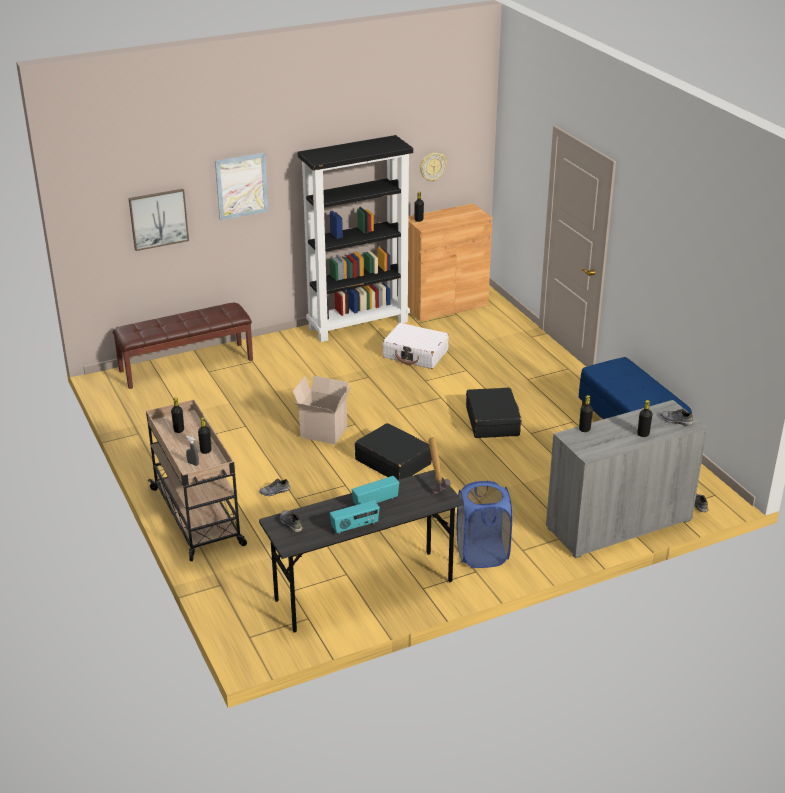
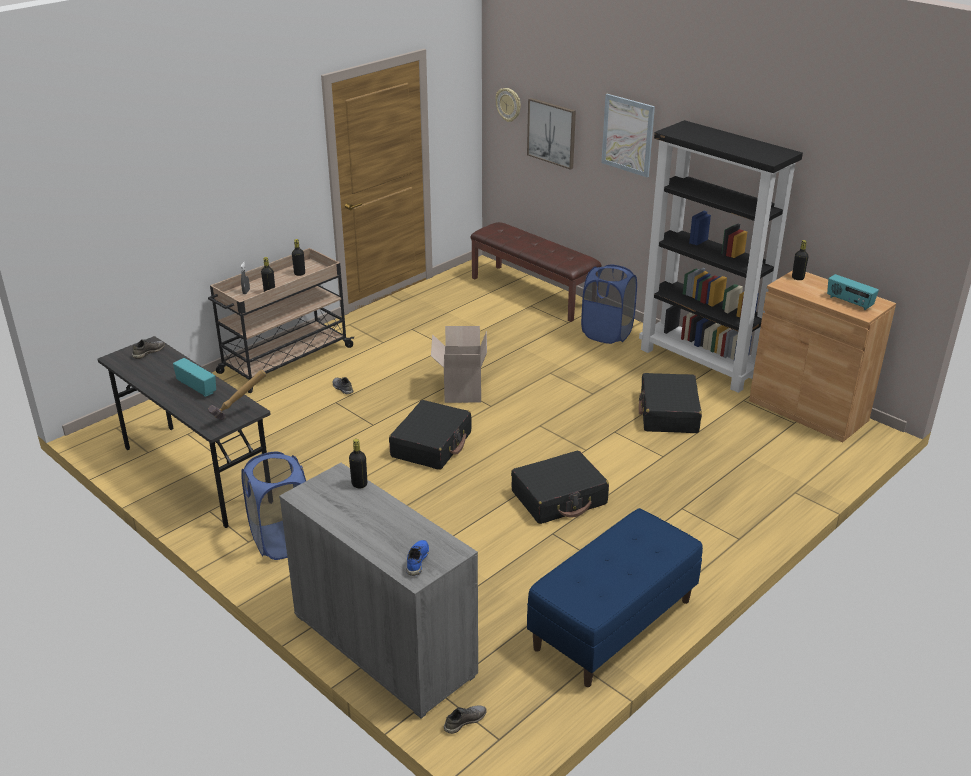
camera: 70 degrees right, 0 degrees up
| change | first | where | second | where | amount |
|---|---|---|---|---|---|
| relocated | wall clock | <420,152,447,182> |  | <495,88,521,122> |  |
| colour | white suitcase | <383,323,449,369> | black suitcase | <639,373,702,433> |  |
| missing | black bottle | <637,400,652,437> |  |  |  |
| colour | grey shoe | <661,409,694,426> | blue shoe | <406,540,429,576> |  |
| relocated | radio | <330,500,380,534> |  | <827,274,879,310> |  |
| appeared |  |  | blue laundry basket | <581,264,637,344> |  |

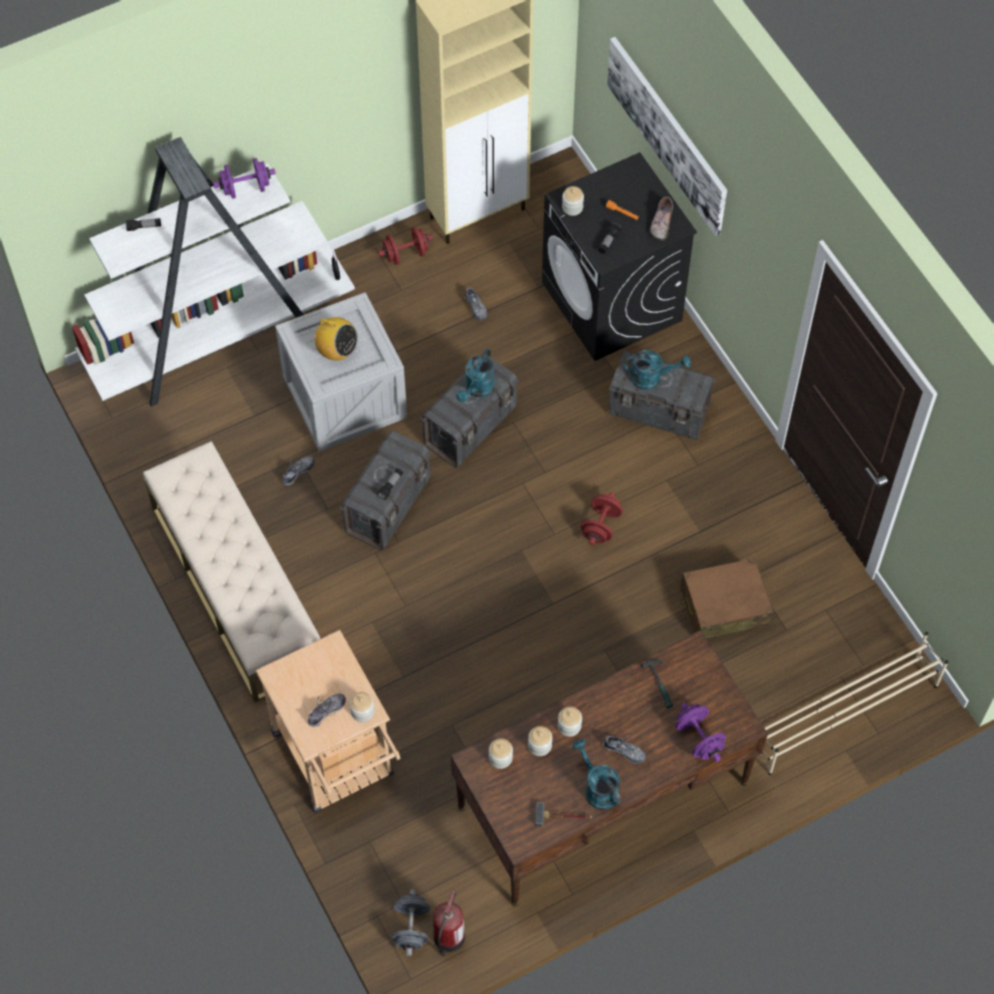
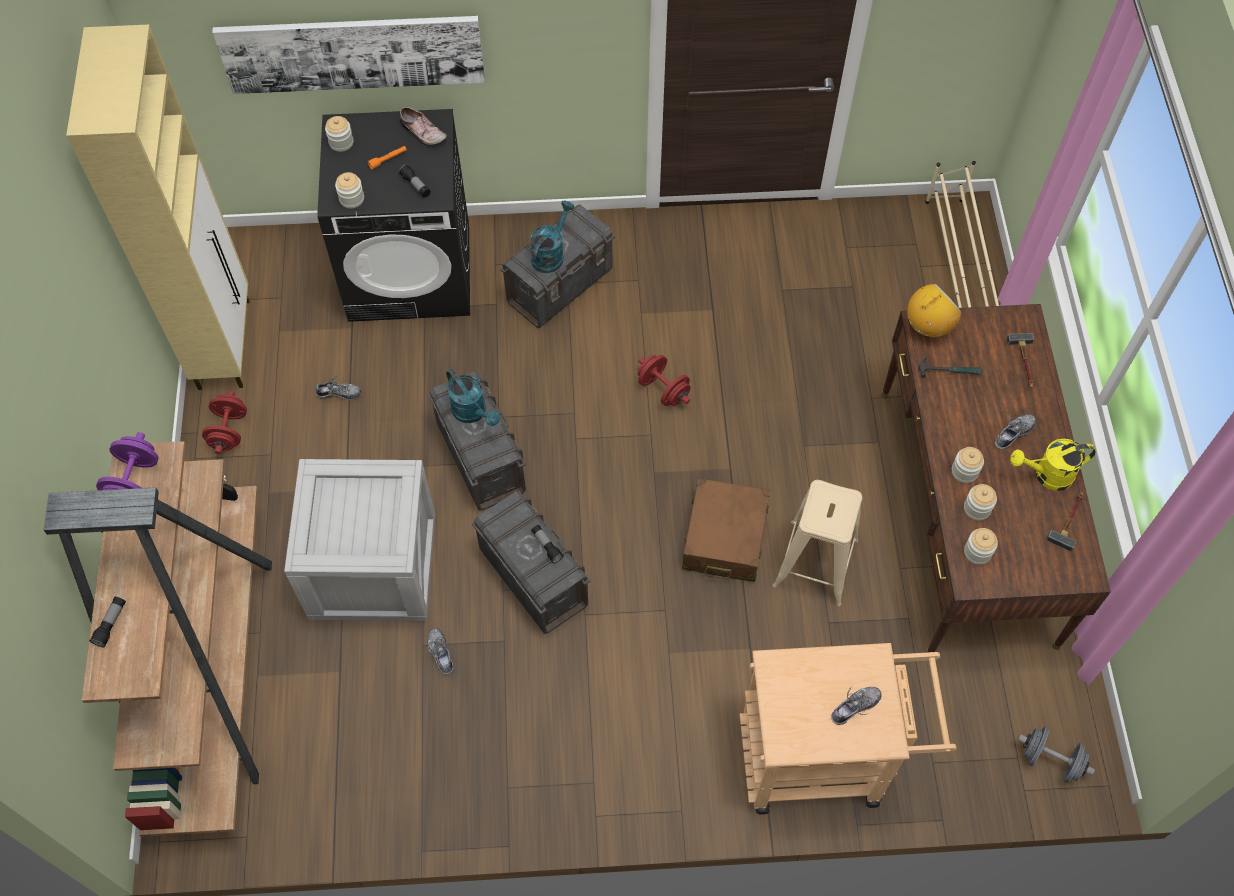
camera: 65 degrees left, 0 degrees up
| change | first | where | second | where | amount |
|---|---|---|---|---|---|
| colour | white bookcase | <72,137,355,407> | brown bookcase | <44,442,272,837> |  |
| relocated | radio | <309,317,358,361> |  | <907,284,962,337> |  |
| missing | beige bench | <143,441,320,703> |  |  |  |
| relocated | brown suitcase | <680,558,773,638> |  | <682,478,770,582> |  |
| relocated | jar | <350,692,374,722> |  | <325,116,354,152> |  |
| spun | shoe | <308,693,346,727> |  | <831,687,882,725> | 75 degrees clockwise |
| exchanged | purple dumbbell | <676,702,726,762> | hammer | <1007,333,1034,387> |  |
| colour | turquoise watering can | <573,739,621,810> | yellow watering can | <1010,439,1096,491> |  |
| missing | fire extinguisher | <433,890,465,956> |  |  |  |
| appeared |  |  | beige stool | <773,480,862,606> |  |

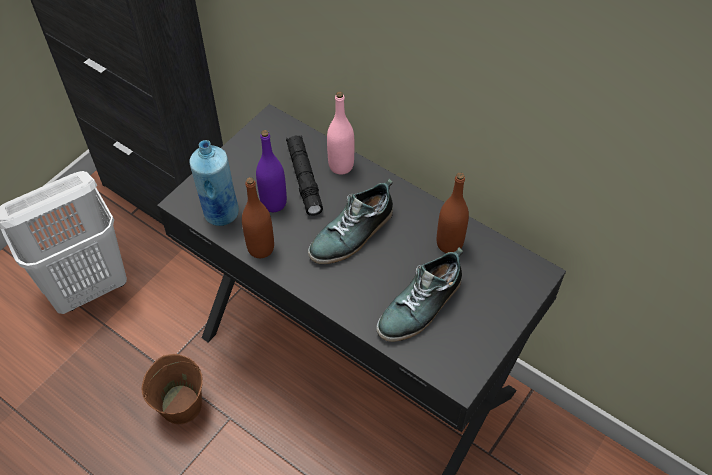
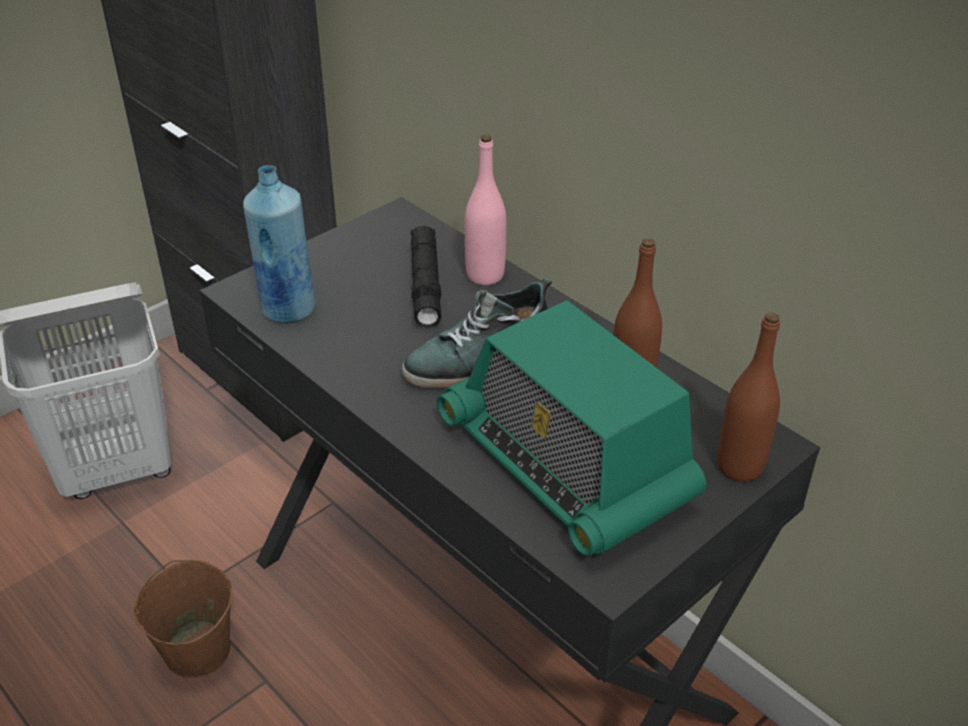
camera: 10 degrees right, 15 degrees down
| change | first | where | second | where | amount |
|---|---|---|---|---|---|
| missing | purple bottle | <256,130,287,212> |  |  |  |
| relocated | brown bottle | <242,177,274,258> |  | <717,312,780,482> |  |
| exchanged | shoe | <376,247,463,342> | radio | <437,300,706,557> |  |

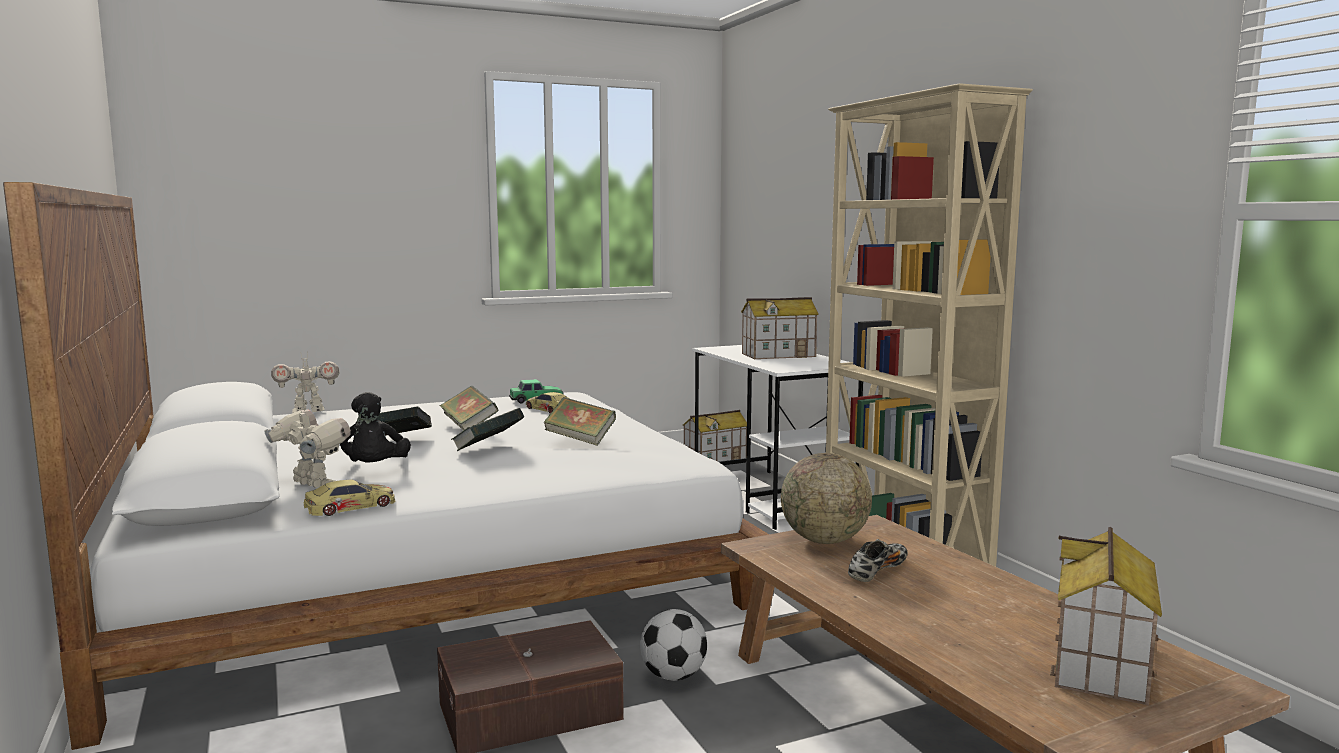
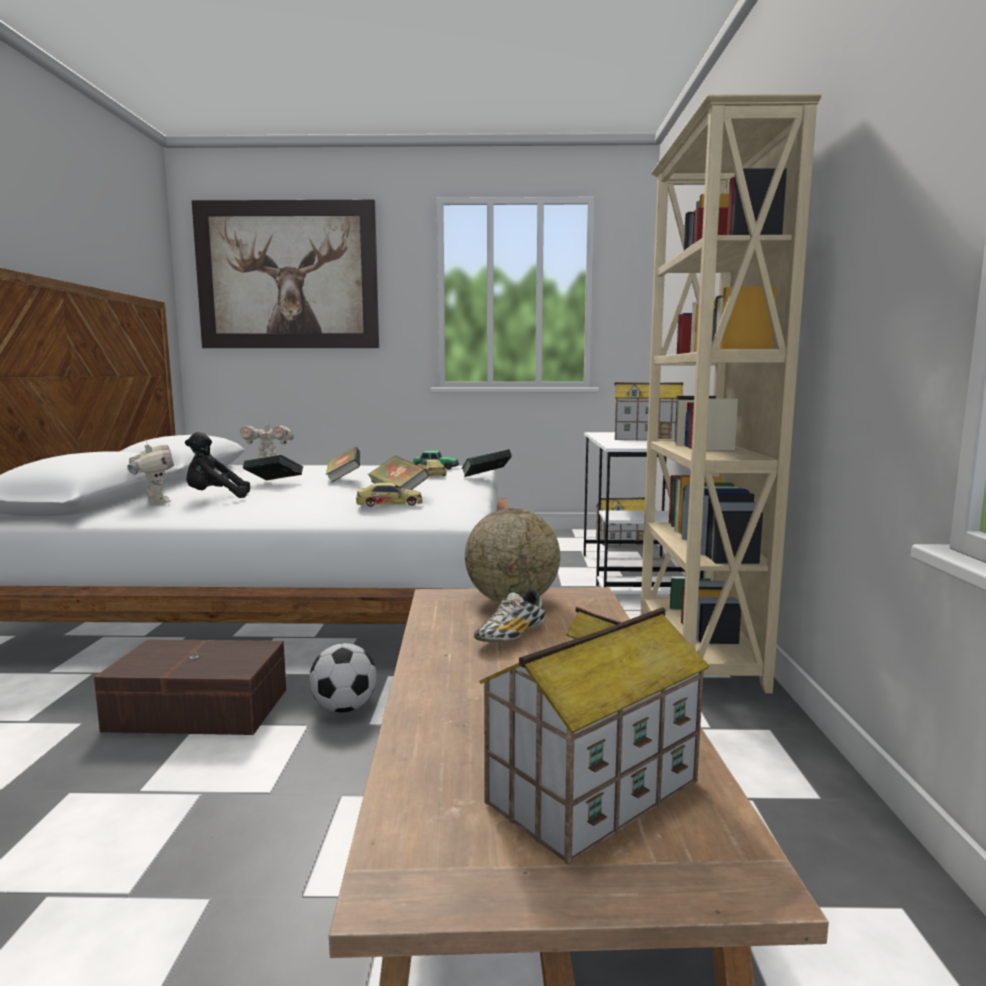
camera: 25 degrees right, 0 degrees up
| change | first | where | second | where | amount |
|---|---|---|---|---|---|
| spun | black plush toy | <340,392,411,463> |  | <185,432,250,498> | 60 degrees clockwise |
| relocated | book | <451,408,524,451> |  | <461,449,512,477> |  |
| relocated | toy car | <304,480,396,516> |  | <356,483,423,507> |  |
| spun | shoe | <848,539,908,582> |  | <474,590,546,642> | 150 degrees clockwise |
| appeared |  |  | picture | <192,200,379,348> |  |

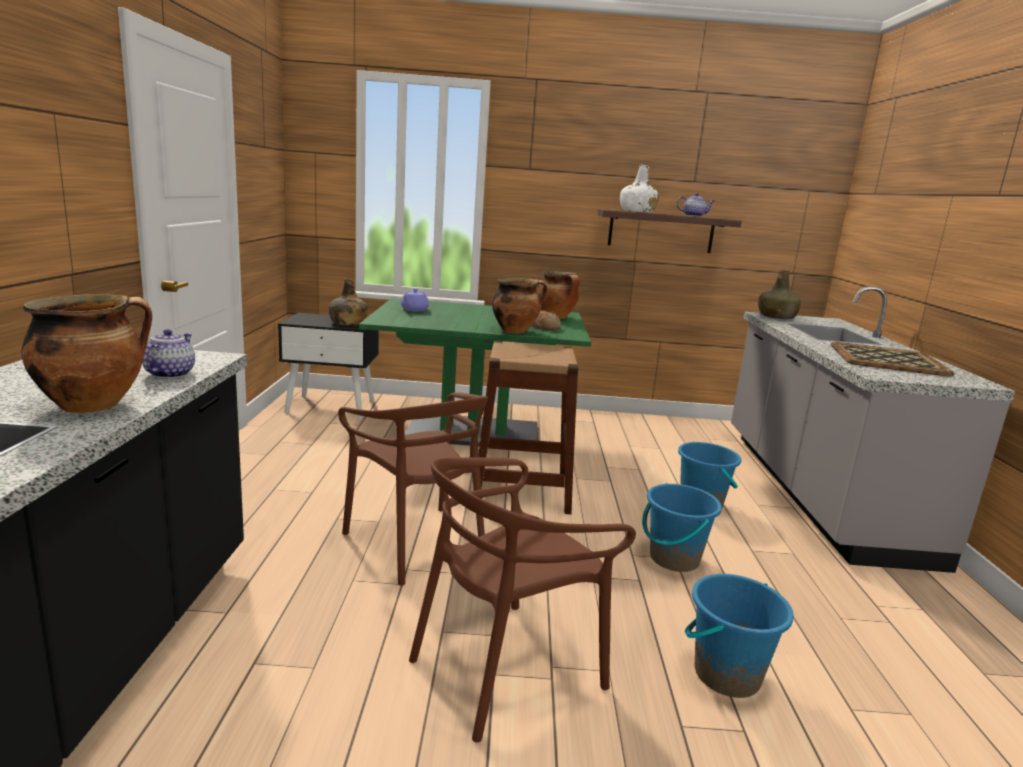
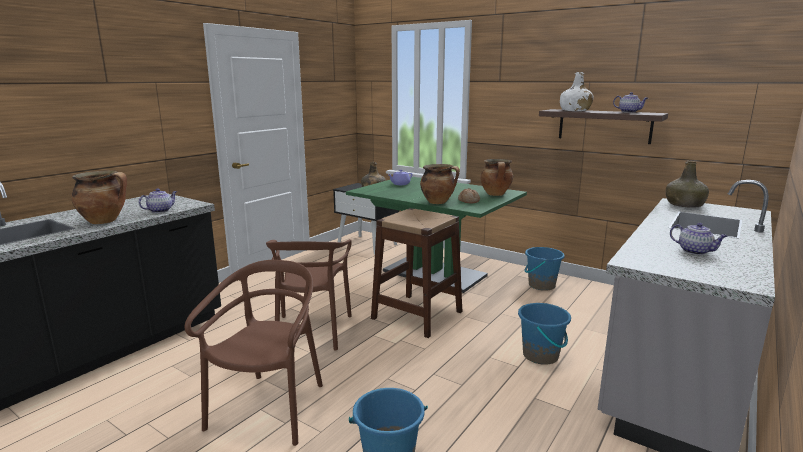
camera: 35 degrees right, 0 degrees up
| change | first | where | second | where | amount |
|---|---|---|---|---|---|
| exchanged | tray | <831,342,954,376> | teapot | <670,223,728,255> |  |
| spun | brown chair | <409,457,636,743> |  | <184,260,323,446> | 105 degrees clockwise |
| relocated | blue bucket | <642,483,722,572> |  | <524,247,565,291> |  |

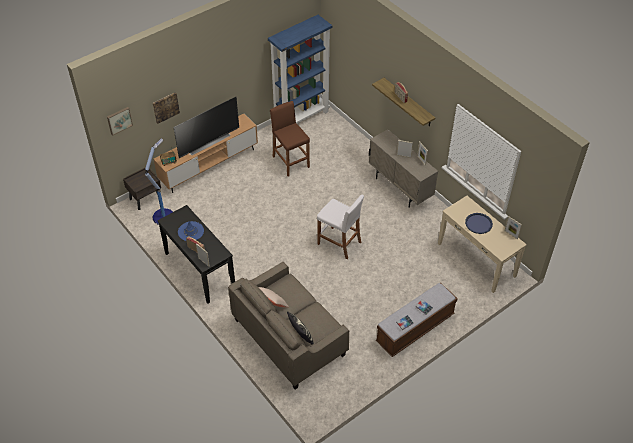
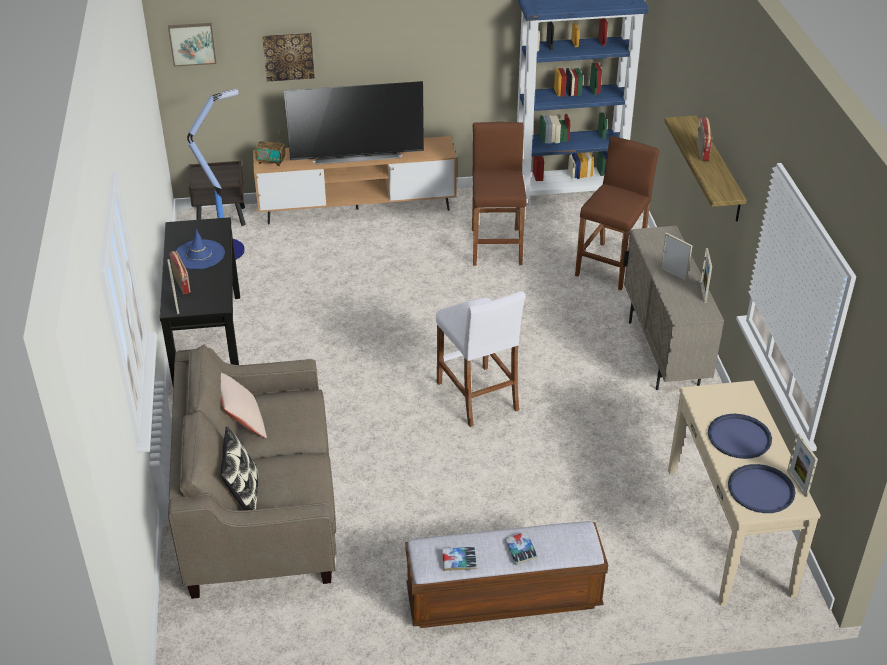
camera: 30 degrees right, 10 degrees down
| change | first | where | second | where | amount |
|---|---|---|---|---|---|
| appeared |  |  | brown stool | <575,136,659,290> |  |
| appeared |  |  | blue tray | <728,464,795,513> |  |

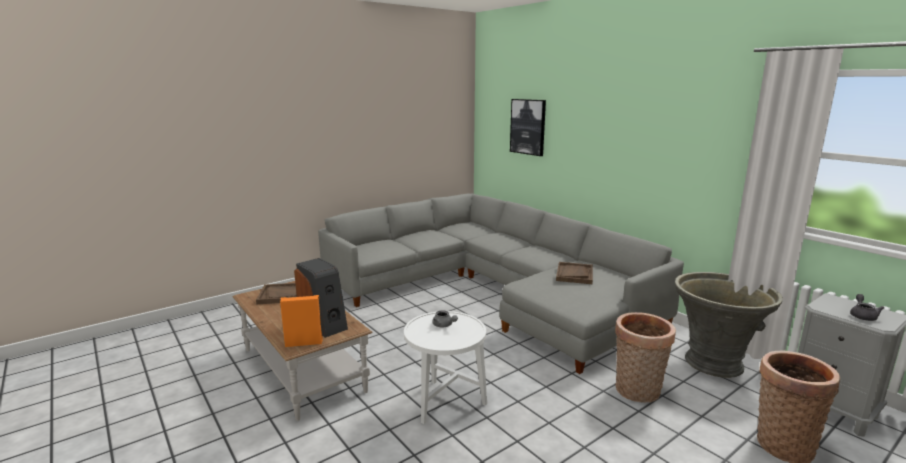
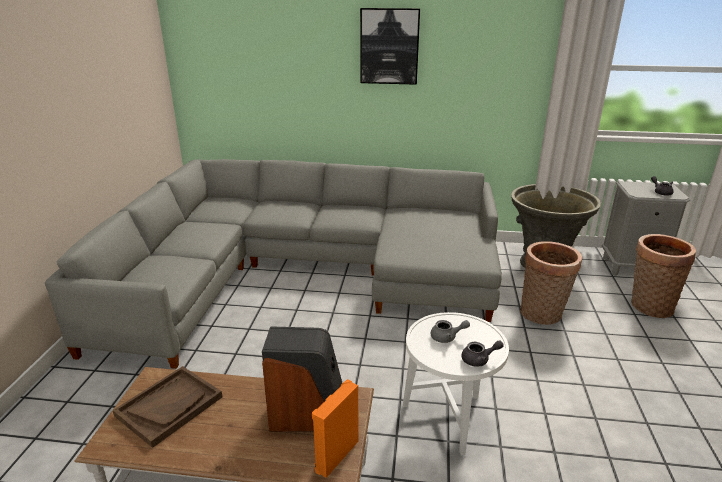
camera: 45 degrees left, 10 degrees up
| change | first | where | second | where | amount |
|---|---|---|---|---|---|
| relocated | picture | <510,99,546,156> |  | <360,8,420,85> |  |
| missing | brown tray | <556,262,593,284> |  |  |  |
| appeared |  |  | grey teapot | <461,340,504,366> |  |

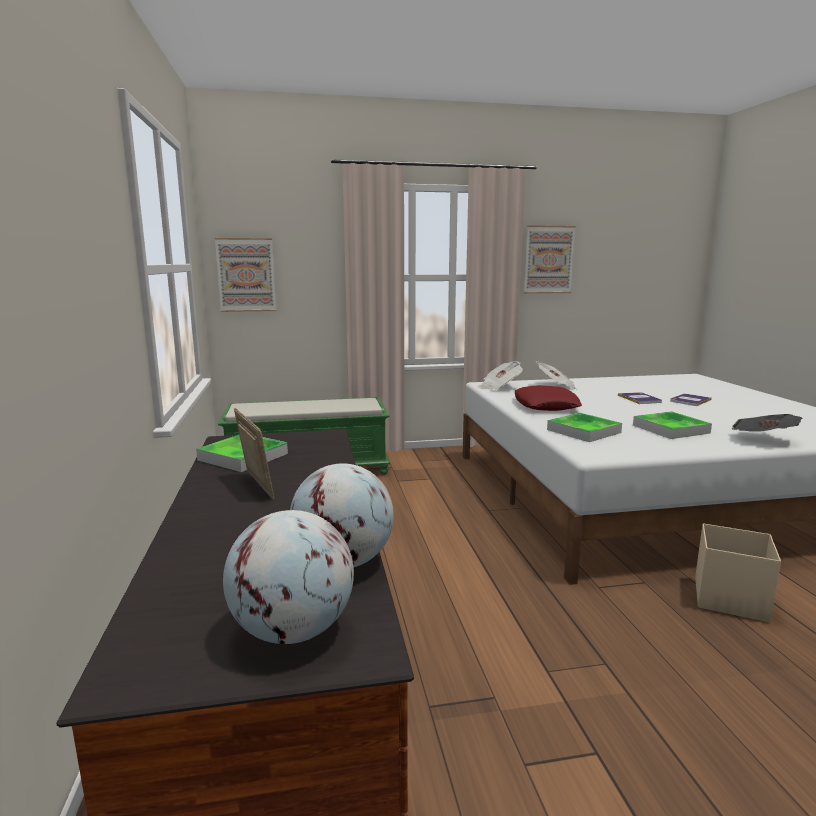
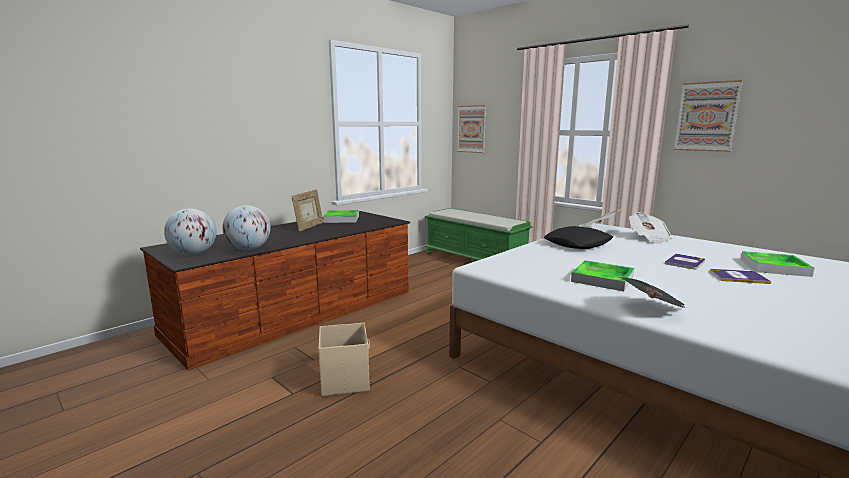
camera: 55 degrees right, 0 degrees up
| change | first | where | second | where | amount |
|---|---|---|---|---|---|
| colour | red pillow | <515,385,582,411> | black pillow | <544,226,613,249> |  |
| relocated | tray | <547,413,622,442> |  | <741,251,815,277> |  |
| relocated | beige storage box | <695,523,781,622> |  | <318,323,370,396> |  |

